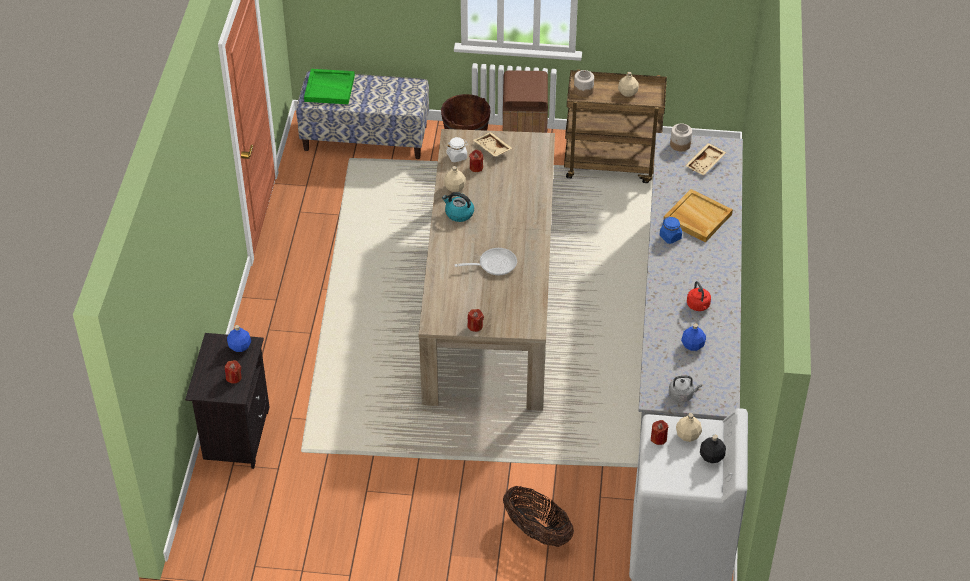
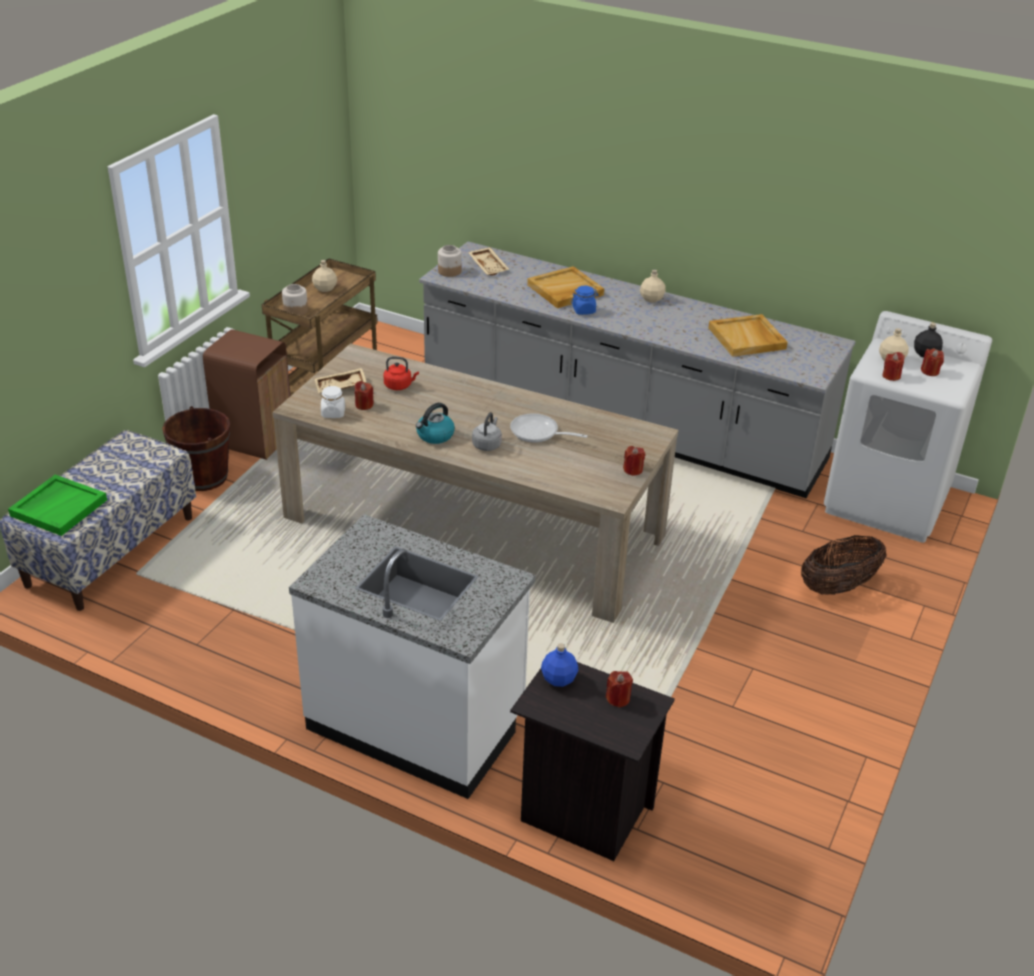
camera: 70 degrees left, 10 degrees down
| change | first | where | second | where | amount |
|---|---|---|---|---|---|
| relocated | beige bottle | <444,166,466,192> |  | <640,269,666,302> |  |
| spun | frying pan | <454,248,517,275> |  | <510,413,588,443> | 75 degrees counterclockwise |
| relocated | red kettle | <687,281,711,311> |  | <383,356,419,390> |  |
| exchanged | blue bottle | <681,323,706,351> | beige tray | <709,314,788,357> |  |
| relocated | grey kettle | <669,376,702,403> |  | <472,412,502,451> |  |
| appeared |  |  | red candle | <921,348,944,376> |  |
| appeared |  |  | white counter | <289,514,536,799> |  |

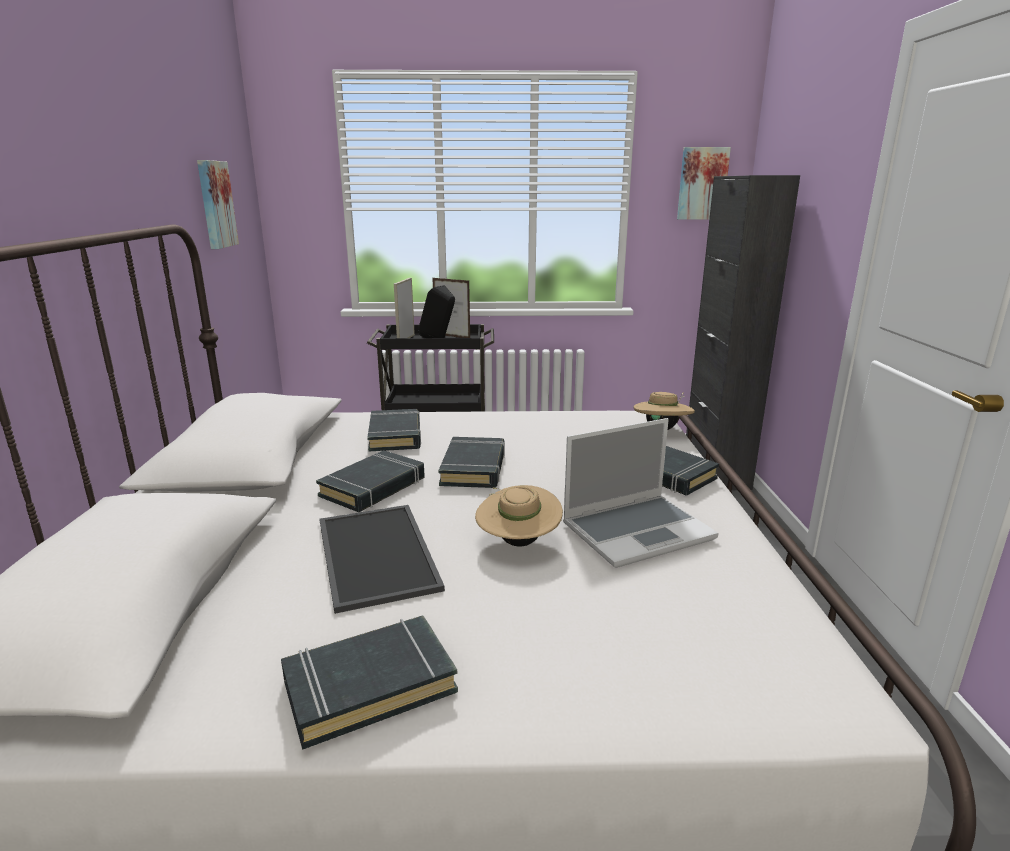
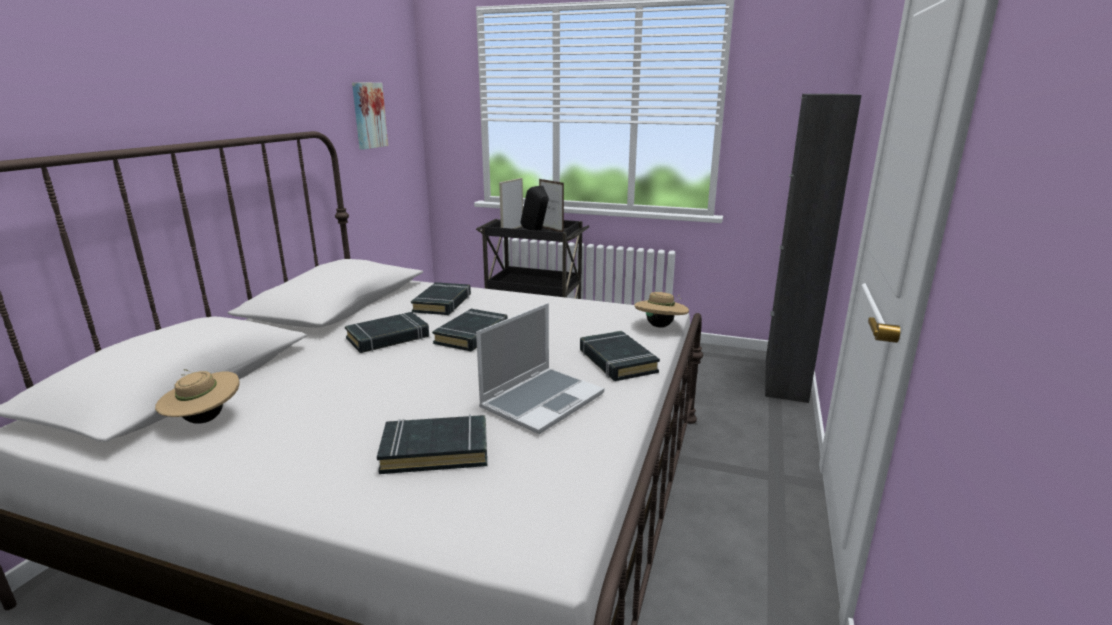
camera: 20 degrees right, 0 degrees up
| change | first | where | second | where | amount |
|---|---|---|---|---|---|
| missing | picture | <677,147,731,220> |  |  |  |
| spun | laptop | <563,418,718,568> |  | <476,303,604,434> | 45 degrees counterclockwise |
| relocated | beige hat | <475,485,563,546> |  | <155,369,239,424> |  |
| missing | tray | <319,505,445,614> |  |  |  |
| relocated | black book | <281,616,458,750> |  | <377,414,487,474> |  |

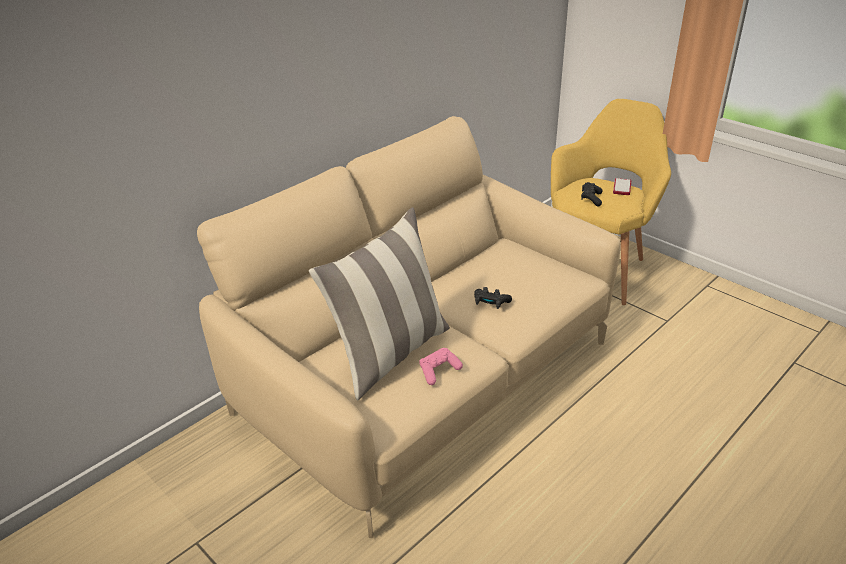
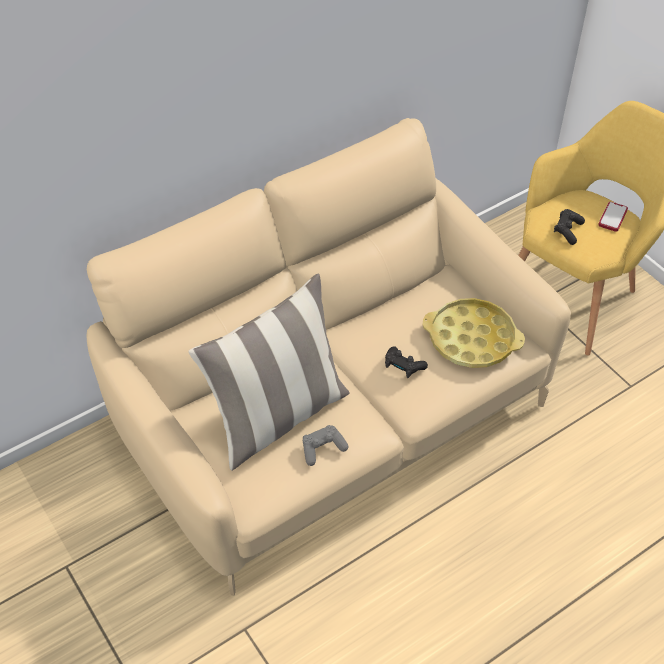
camera: 10 degrees right, 15 degrees up
| change | first | where | second | where | amount |
|---|---|---|---|---|---|
| colour | pink game controller | <419,348,463,385> | grey game controller | <303,425,348,466> |  |
| appeared |  |  | yellow tray | <422,298,525,368> |  |

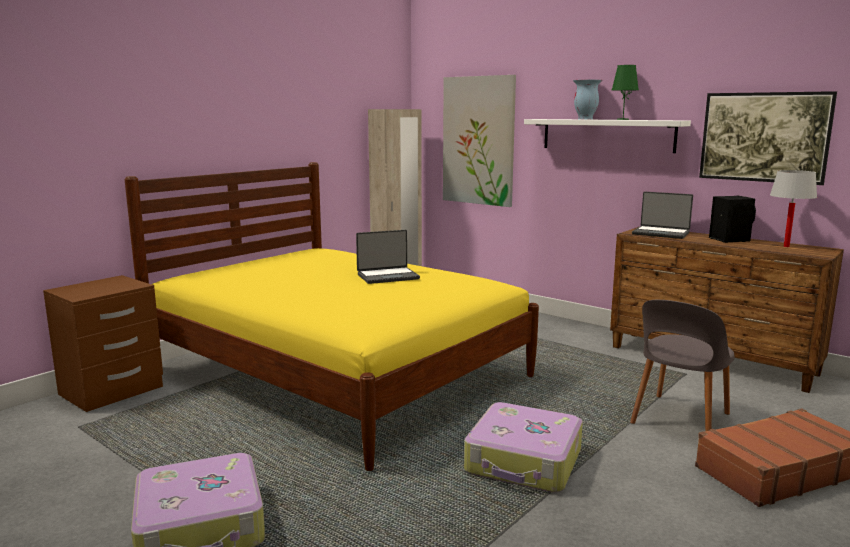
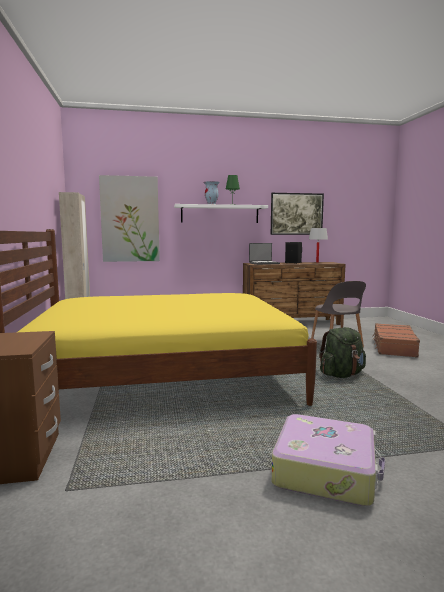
camera: 50 degrees left, 5 degrees down
| change | first | where | second | where | amount |
|---|---|---|---|---|---|
| missing | laptop | <356,230,420,284> |  |  |  |
| exchanged | suitcase | <464,402,583,493> | green backpack | <319,327,366,378> |  |

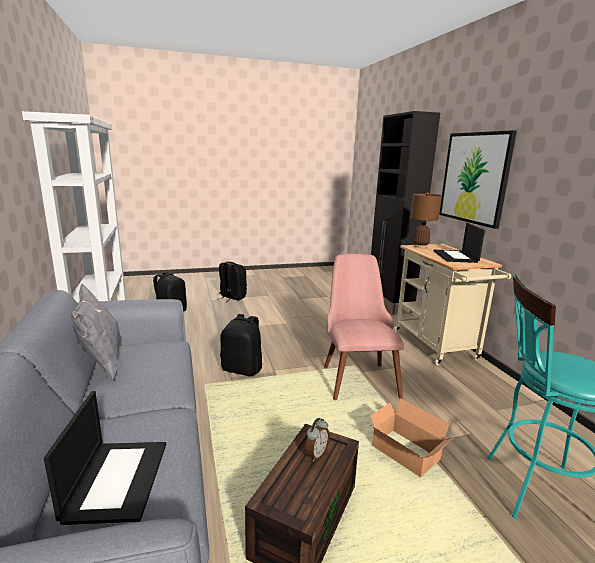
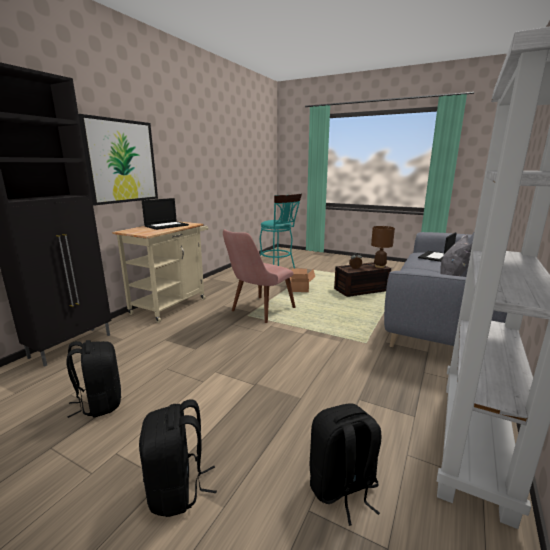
camera: 135 degrees left, 0 degrees up
| change | first | where | second | where | amount |
|---|---|---|---|---|---|
| relocated | brown table lamp | <410,192,442,248> |  | <371,226,395,268> |  |
| relocated | black backpack | <220,314,262,376> |  | <66,340,121,418> |  |

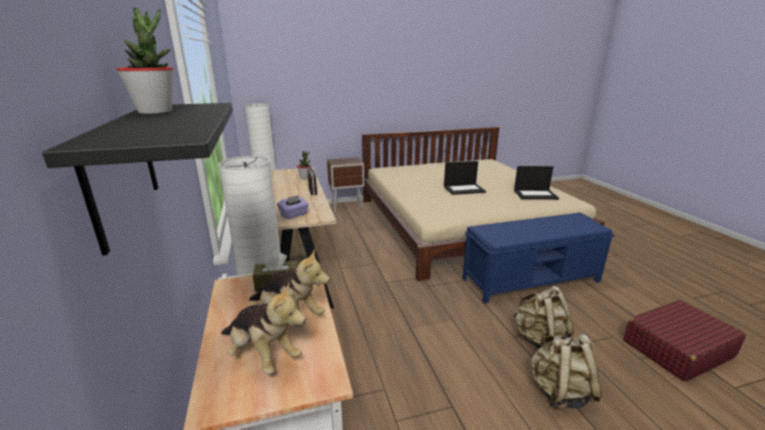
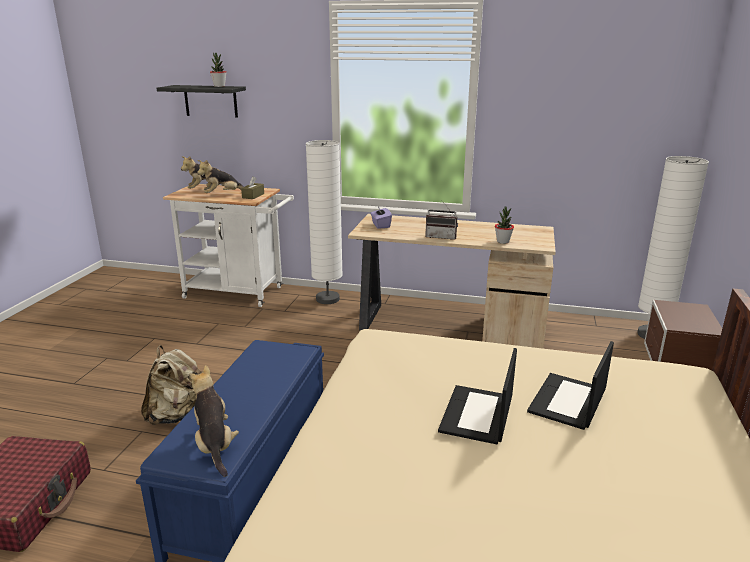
camera: 120 degrees right, 0 degrees up
| change | first | where | second | where | amount |
|---|---|---|---|---|---|
| relocated | laptop | <514,166,559,200> |  | <527,341,614,430> |  |
| missing | beige backpack | <531,334,602,410> |  |  |  |
| appeared |  |  | plush toy | <189,365,239,477> |  |

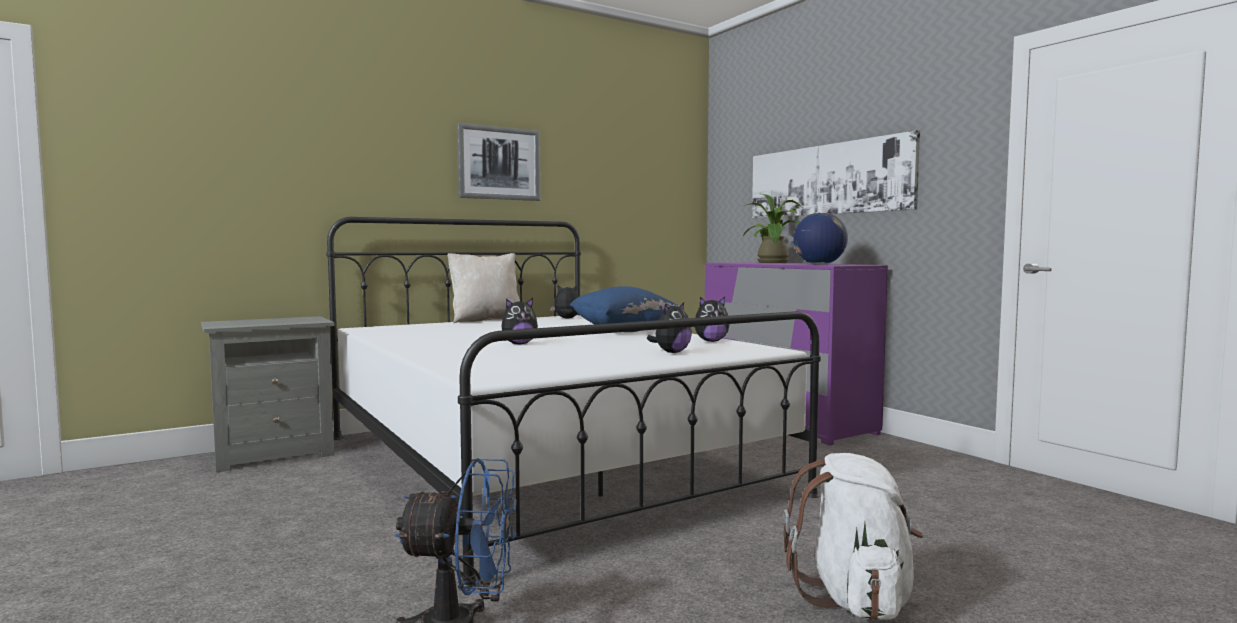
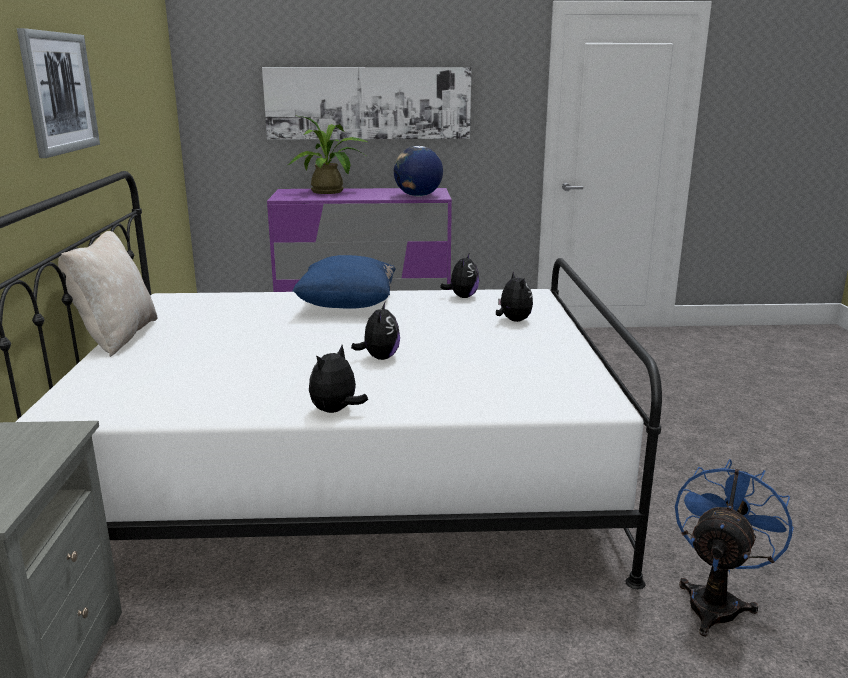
camera: 60 degrees left, 15 degrees up
| change | first | where | second | where | amount |
|---|---|---|---|---|---|
| relocated | plush toy | <551,285,579,319> |  | <309,345,368,413> |  |
| missing | white backpack | <784,453,923,621> |  |  |  |

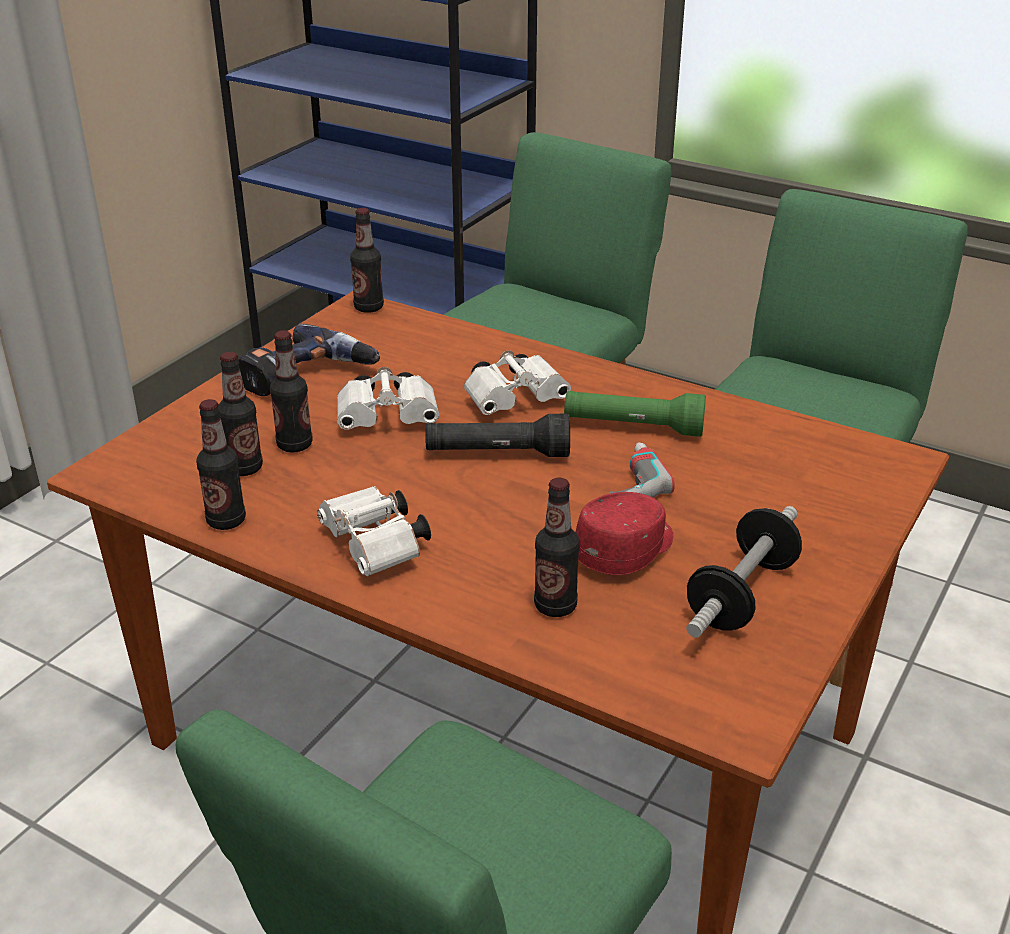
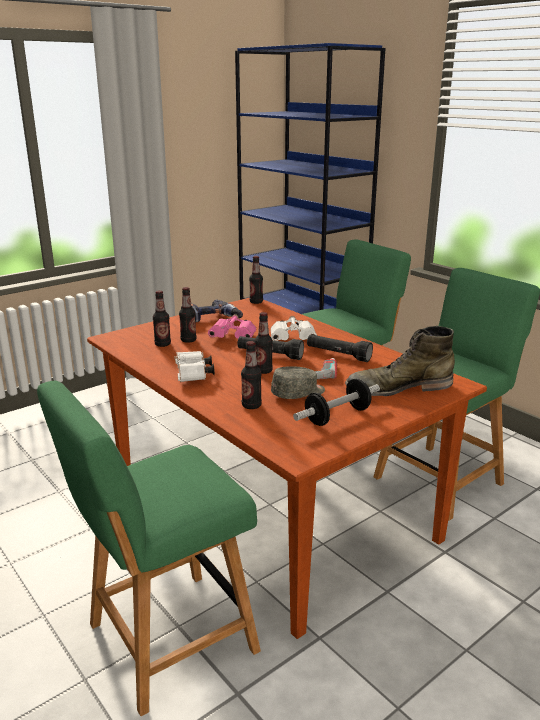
camera: 20 degrees right, 10 degrees down
| change | first | where | second | where | amount |
|---|---|---|---|---|---|
| colour | white binoculars | <337,367,439,430> | pink binoculars | <208,314,256,339> |  |
| colour | green flashlight | <564,391,706,437> | black flashlight | <307,334,373,362> |  |
| relocated | bottle | <196,399,246,530> |  | <255,312,273,374> |  |
| colour | red cap | <576,492,673,575> | grey cap | <271,366,325,399> |  |
| appeared |  |  | green boot | <345,326,455,396> |  |

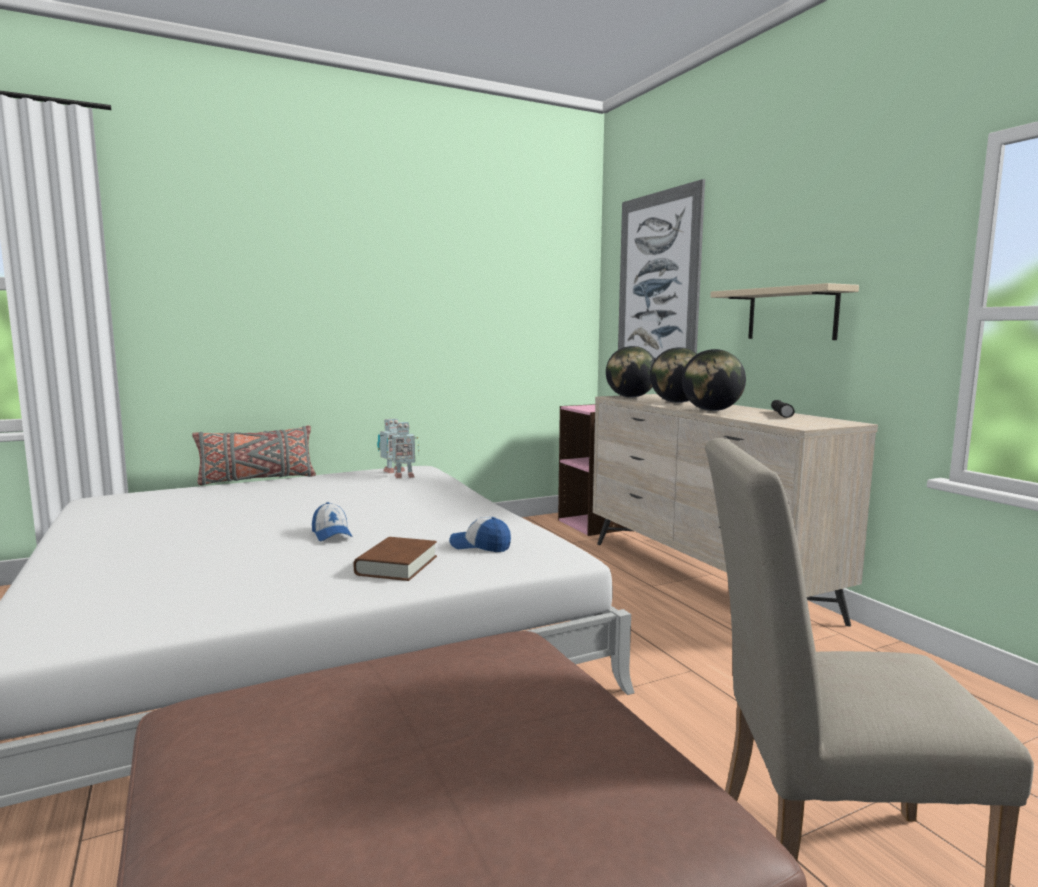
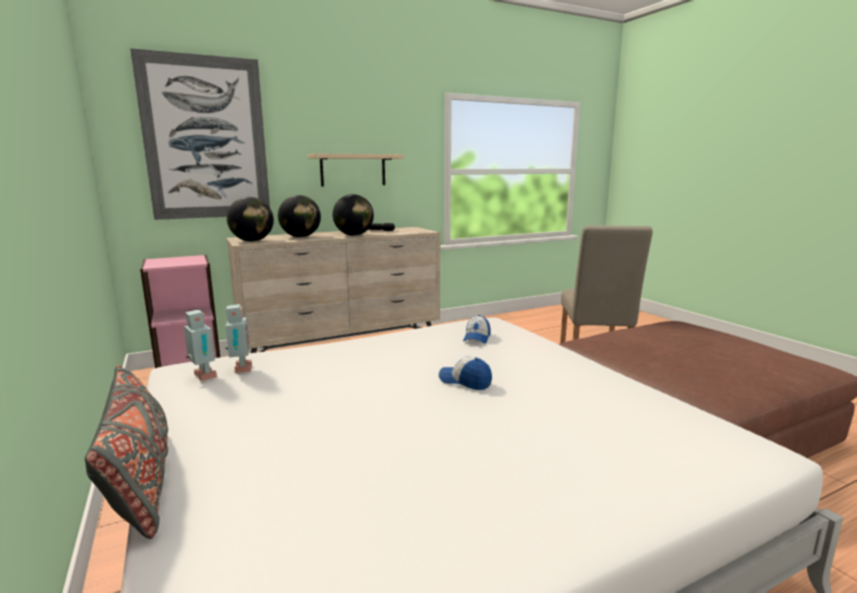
camera: 90 degrees left, 5 degrees up
| change | first | where | second | where | amount |
|---|---|---|---|---|---|
| spun | cap | <312,502,353,541> |  | <439,357,492,390> | 120 degrees counterclockwise |
| missing | brown book | <354,537,437,581> |  |  |  |

